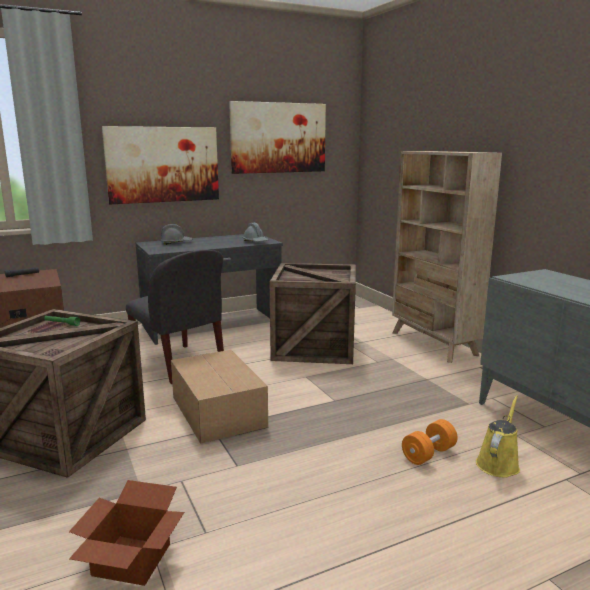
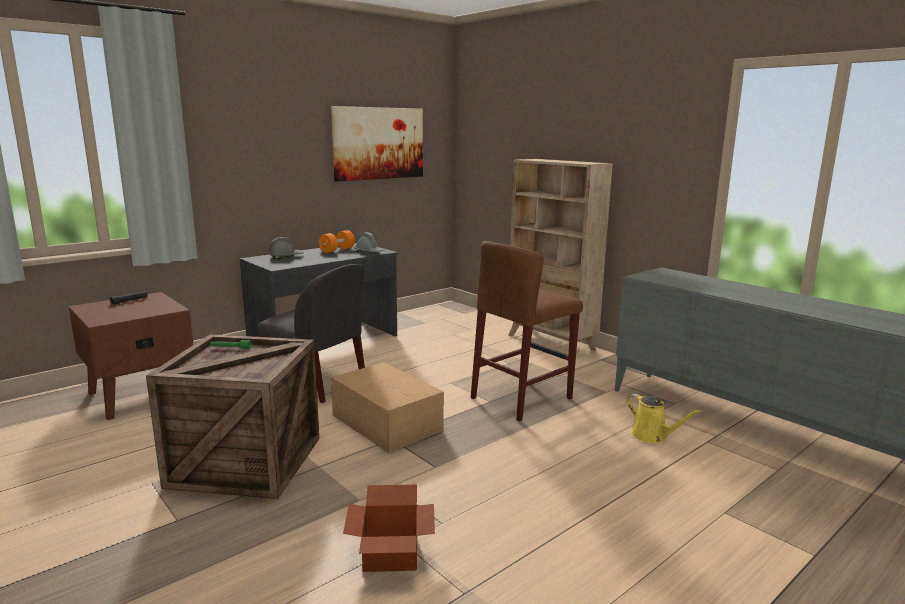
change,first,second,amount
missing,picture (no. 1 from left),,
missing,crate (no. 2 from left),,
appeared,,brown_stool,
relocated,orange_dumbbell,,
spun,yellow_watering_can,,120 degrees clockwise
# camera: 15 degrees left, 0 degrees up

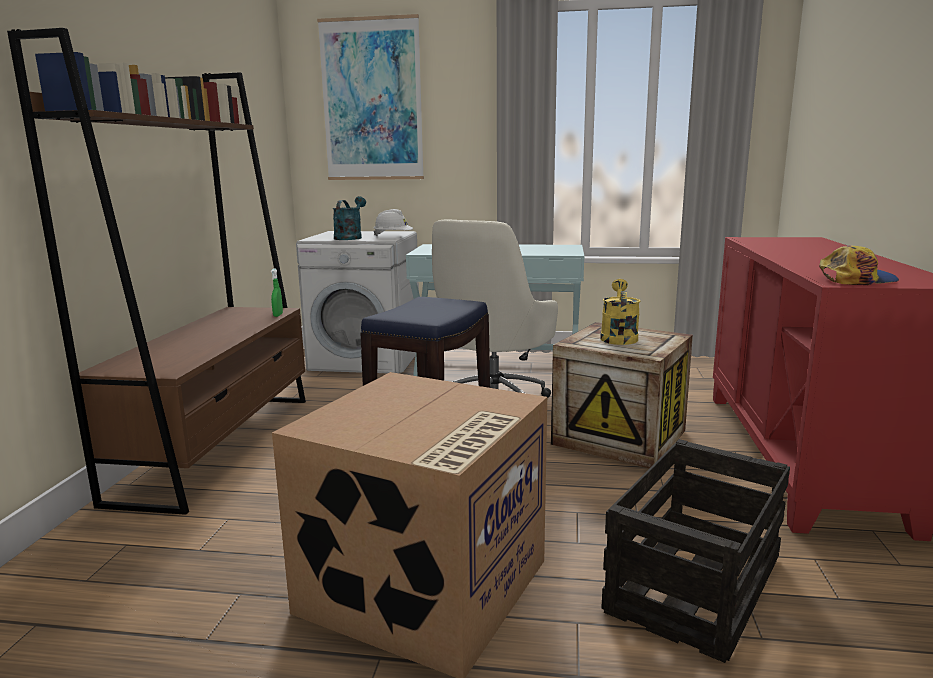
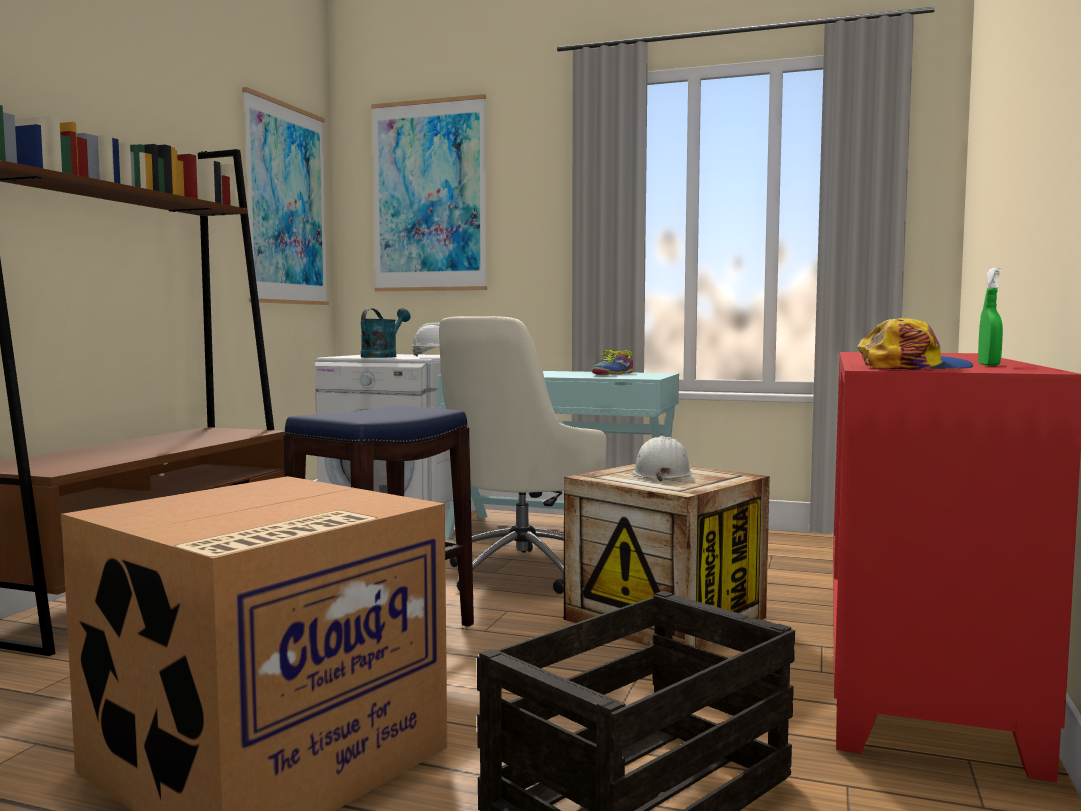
change,first,second,amount
appeared,,picture (no. 1 from left),
appeared,,shoe,
relocated,green_spray_bottle,,
exchanged,yellow_watering_can,white_hard_hat (no. 2 from left),
# camera: 10 degrees right, 10 degrees down

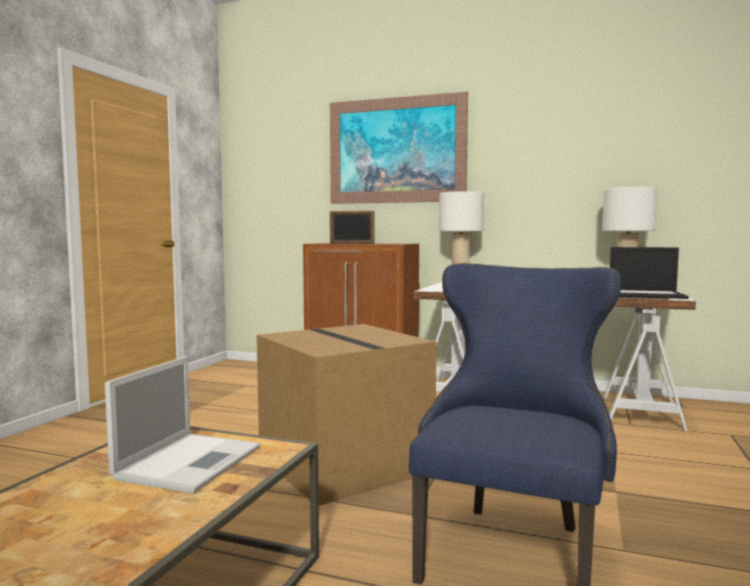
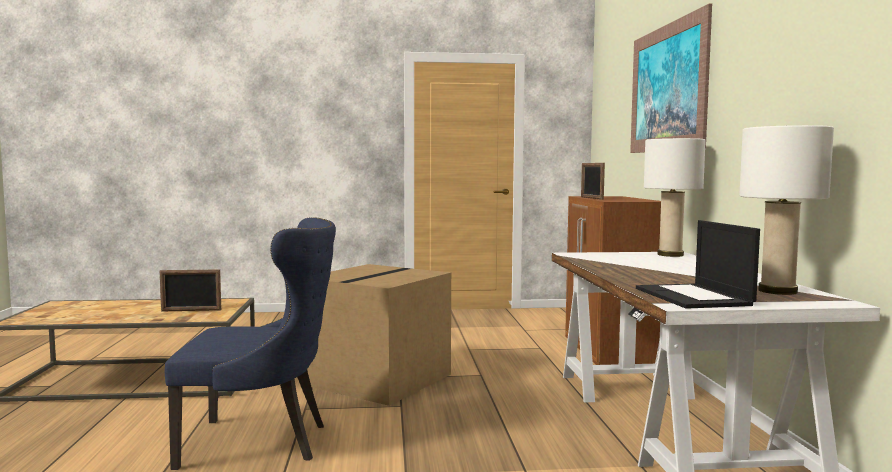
change,first,second,amount
exchanged,laptop (no. 1 from left),picture_frame (no. 1 from left),
# camera: 65 degrees right, 0 degrees up

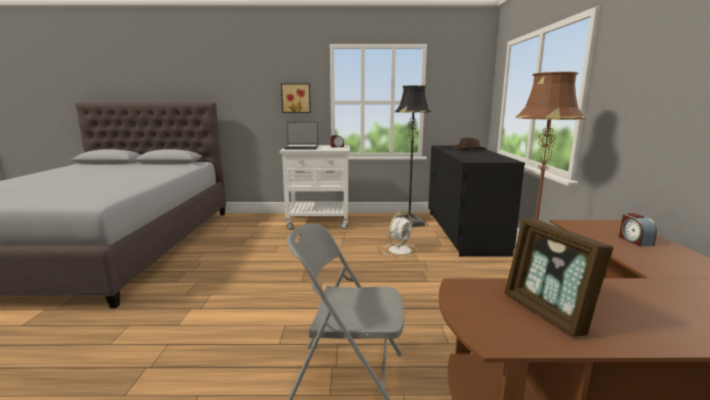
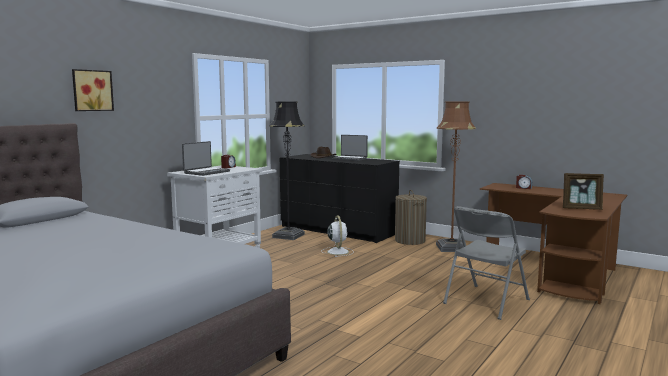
change,first,second,amount
appeared,,laptop (no. 2 from left),
appeared,,laundry_basket,
relocated,picture,,
# camera: 55 degrees left, 5 degrees down

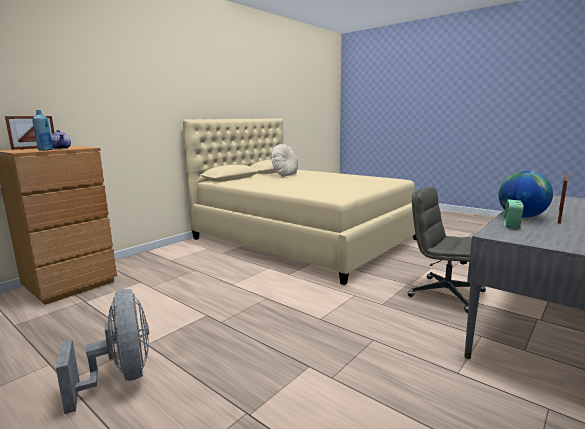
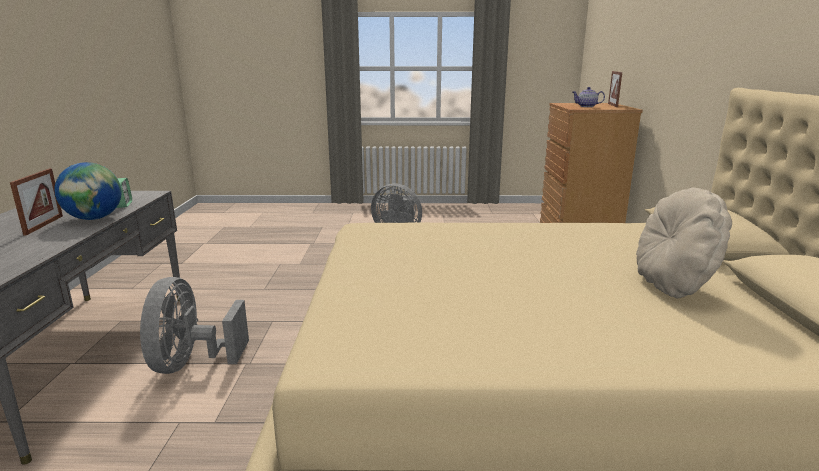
change,first,second,amount
missing,blue_bottle,,
exchanged,grey_office_chair,grey_fan (no. 1 from left),
# camera: 140 degrees right, 5 degrees up

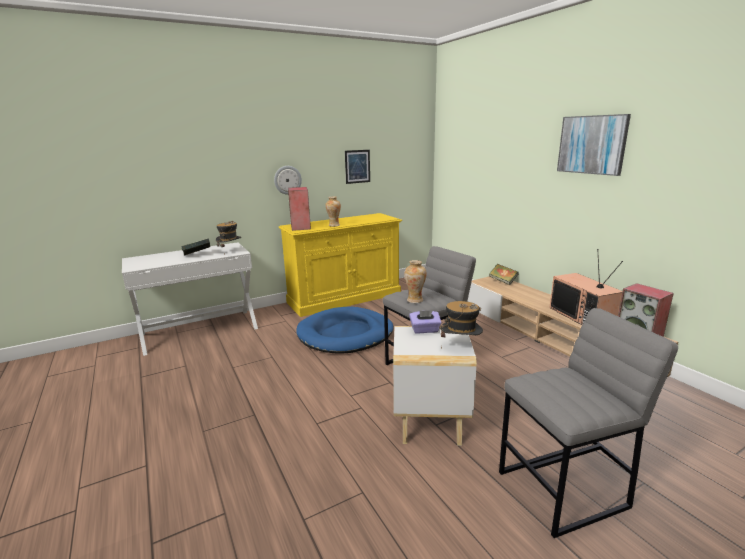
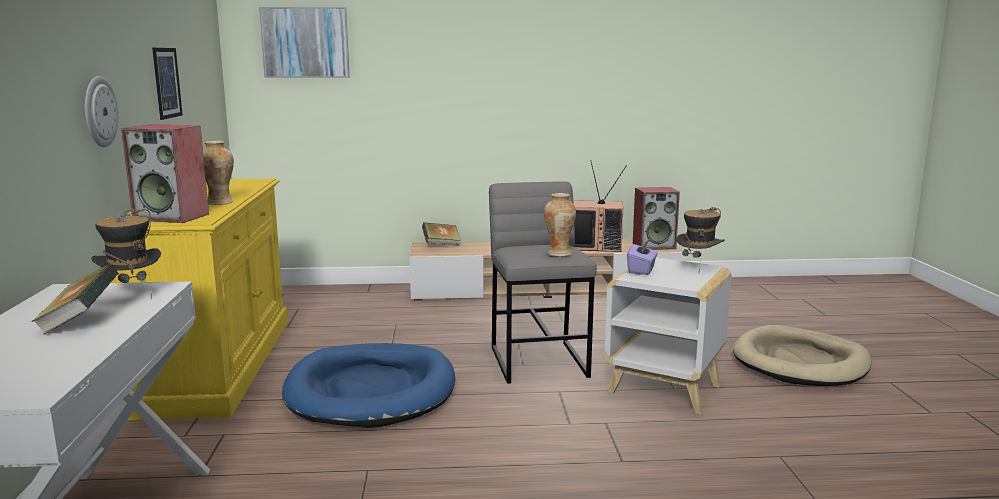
change,first,second,amount
relocated,picture (no. 2 from left),,
exchanged,grey_stool (no. 2 from left),beige_dog_bed,
# camera: 65 degrees left, 5 degrees down

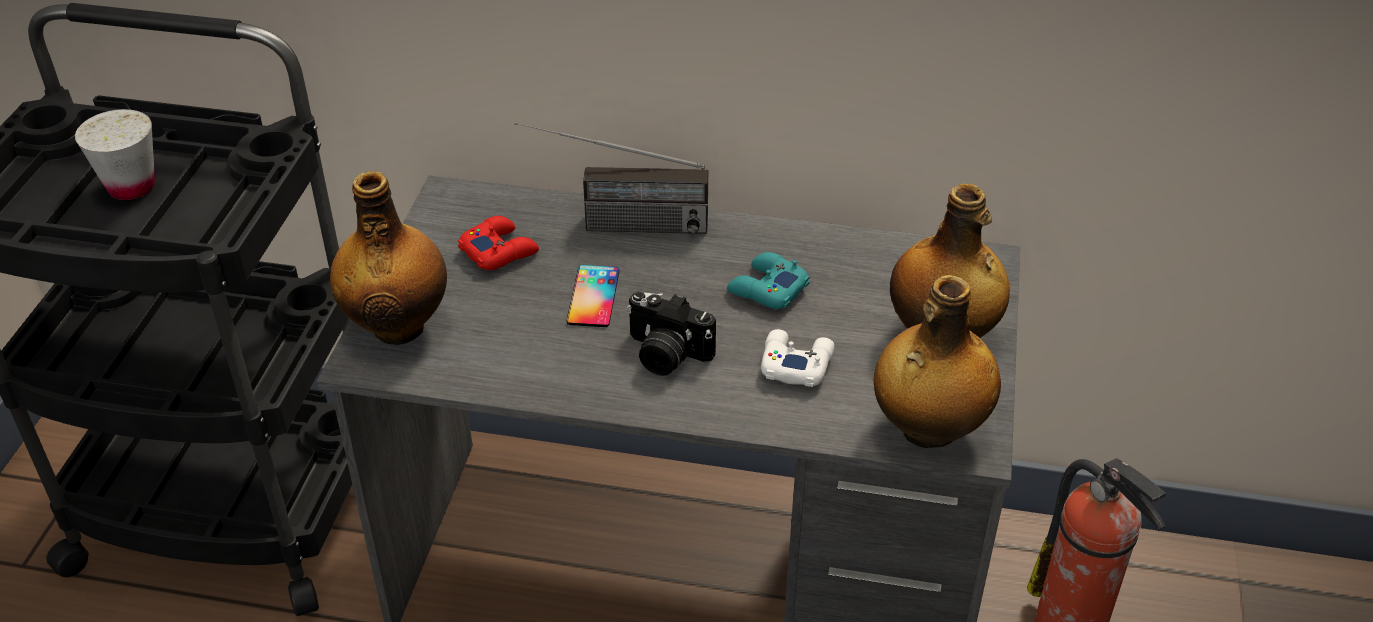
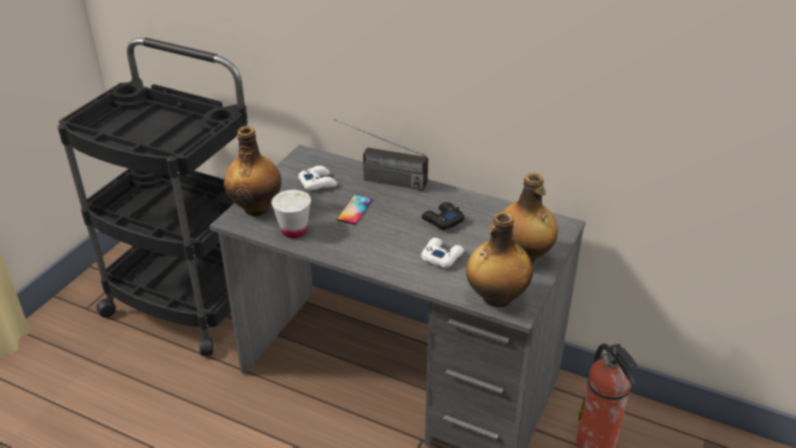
change,first,second,amount
missing,photo_camera,,
relocated,white_cup,,
colour,red_game_controller,white_game_controller (no. 1 from left),
colour,turquoise_game_controller,black_game_controller,
# camera: 15 degrees right, 5 degrees down

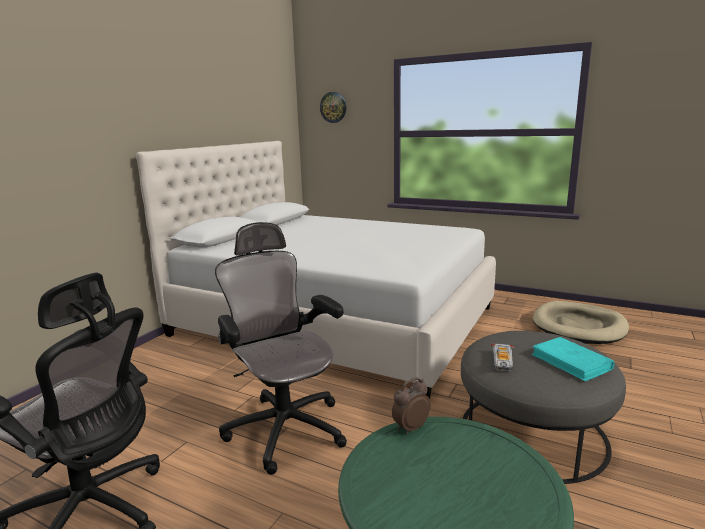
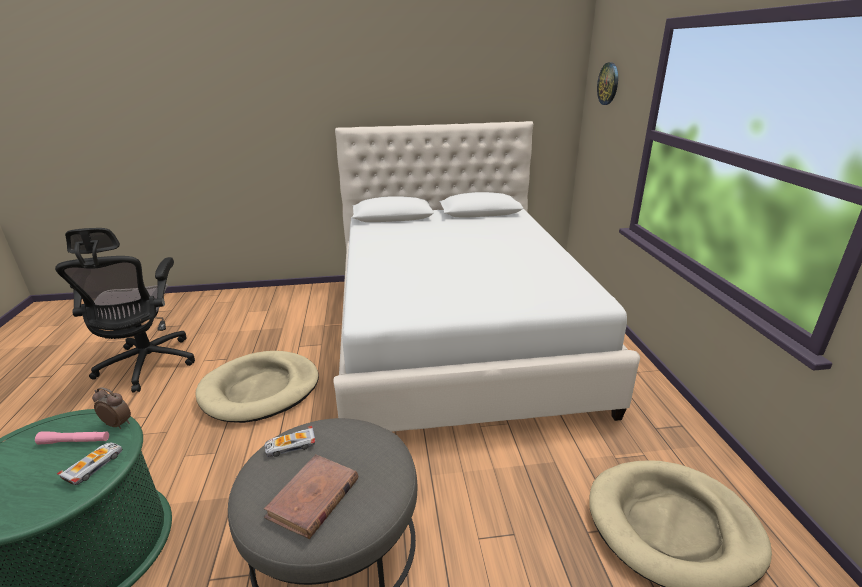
change,first,second,amount
appeared,,pink_flashlight,
appeared,,toy_car (no. 1 from left),
exchanged,office_chair (no. 2 from left),beige_dog_bed (no. 1 from left),
colour,turquoise_book,brown_book,
# camera: 55 degrees right, 10 degrees up

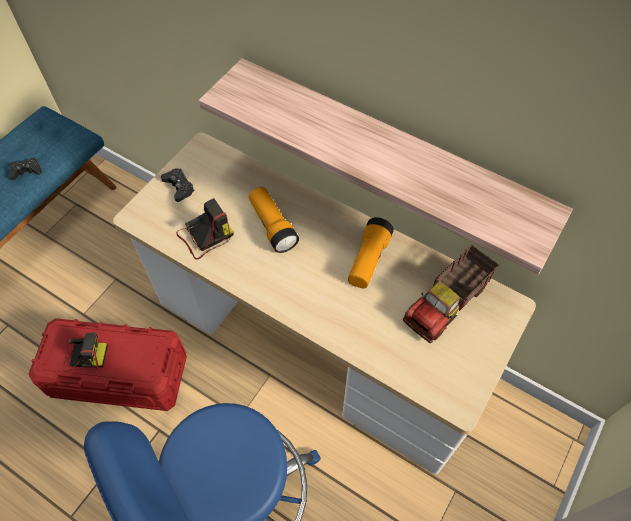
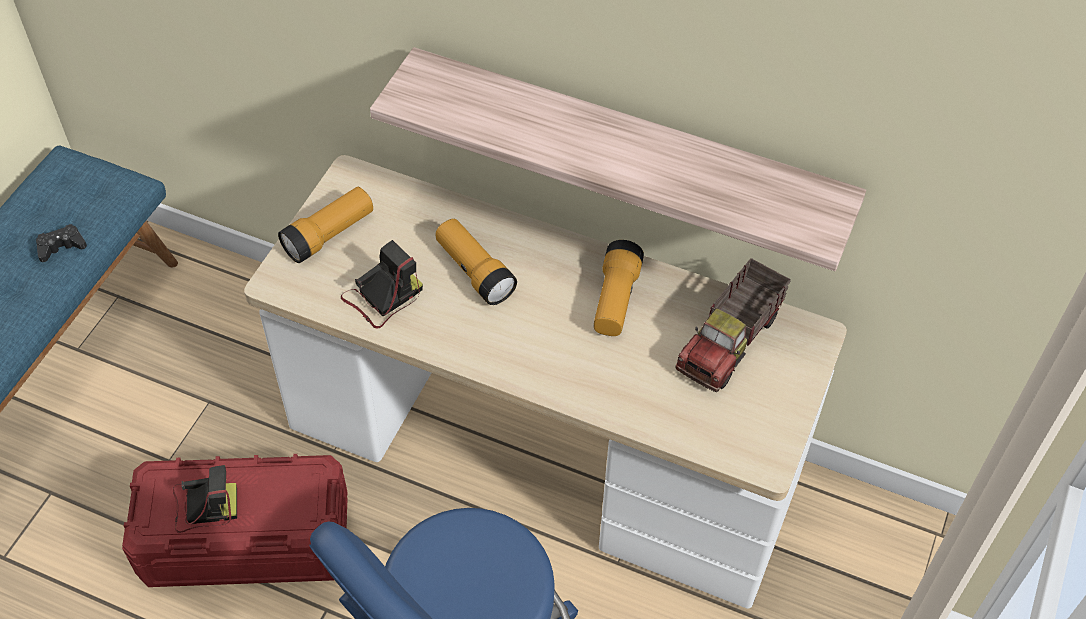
change,first,second,amount
exchanged,black_game_controller (no. 2 from left),flashlight (no. 1 from left),
# camera: 10 degrees left, 5 degrees down

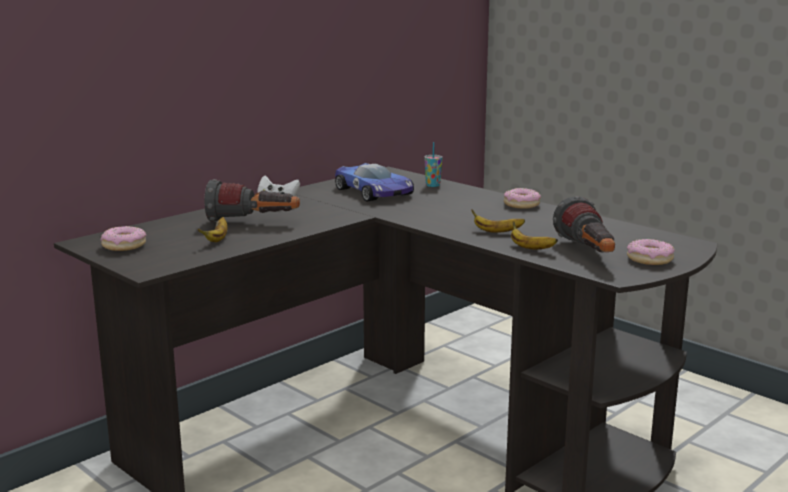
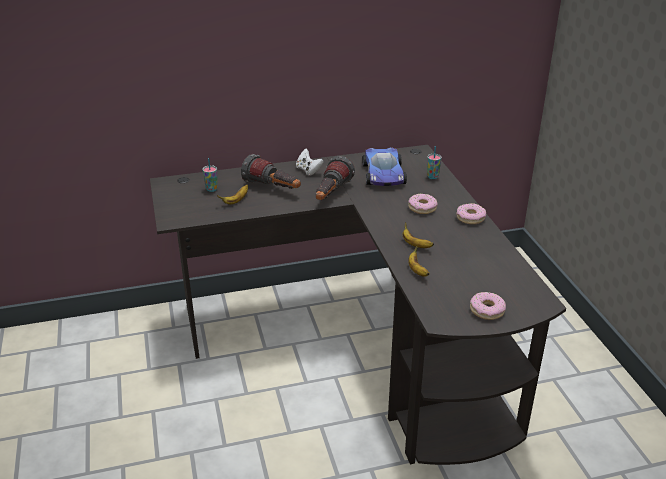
change,first,second,amount
appeared,,cup (no. 1 from left),
relocated,donut (no. 1 from left),,
relocated,flashlight (no. 2 from left),,
# camera: 30 degrees right, 15 degrees up

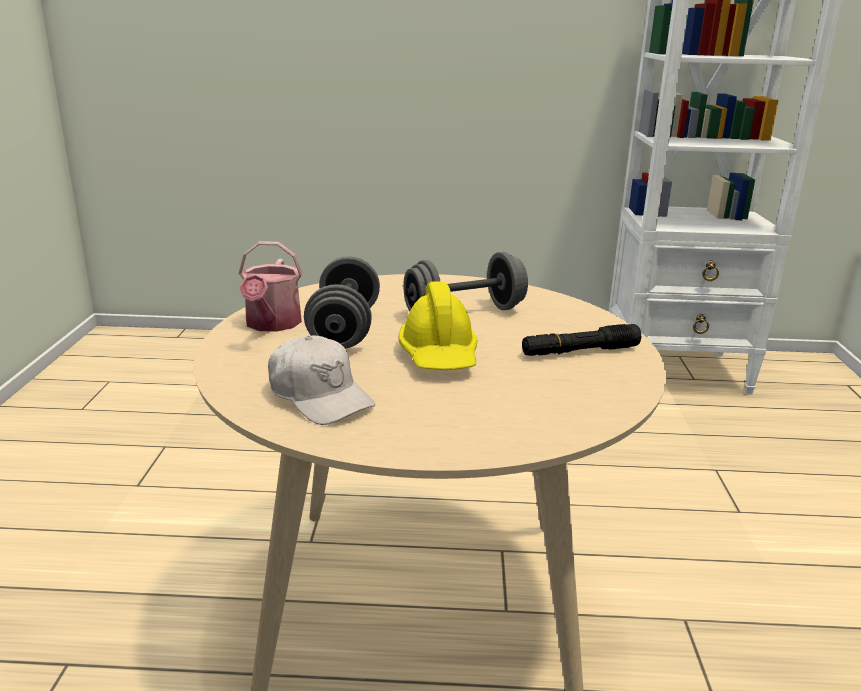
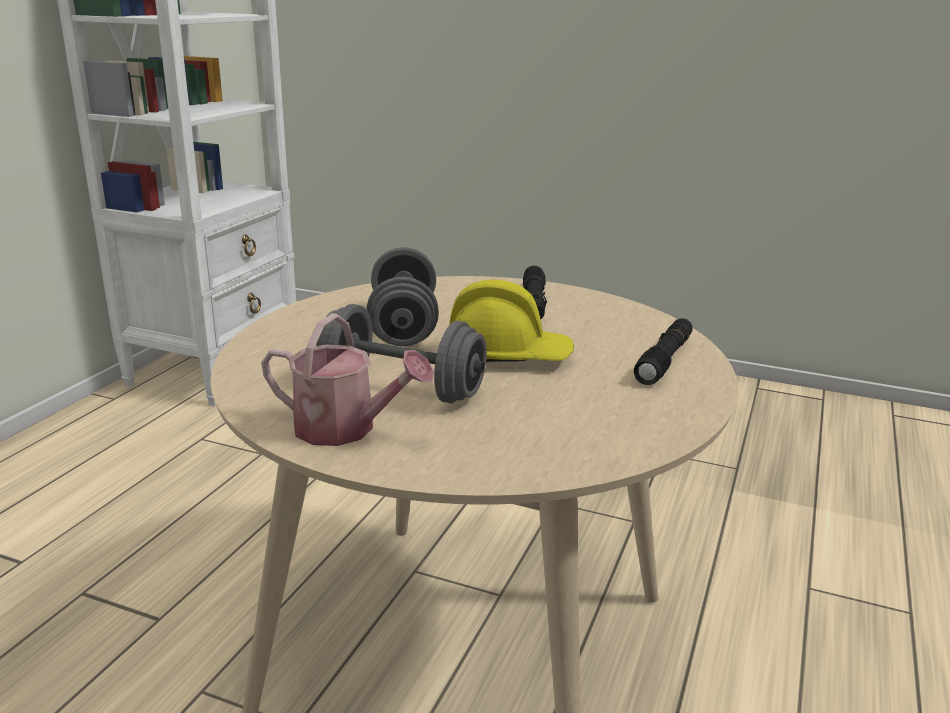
change,first,second,amount
missing,white_cap,,
appeared,,black_flashlight (no. 2 from left),
# camera: 70 degrees left, 0 degrees up

